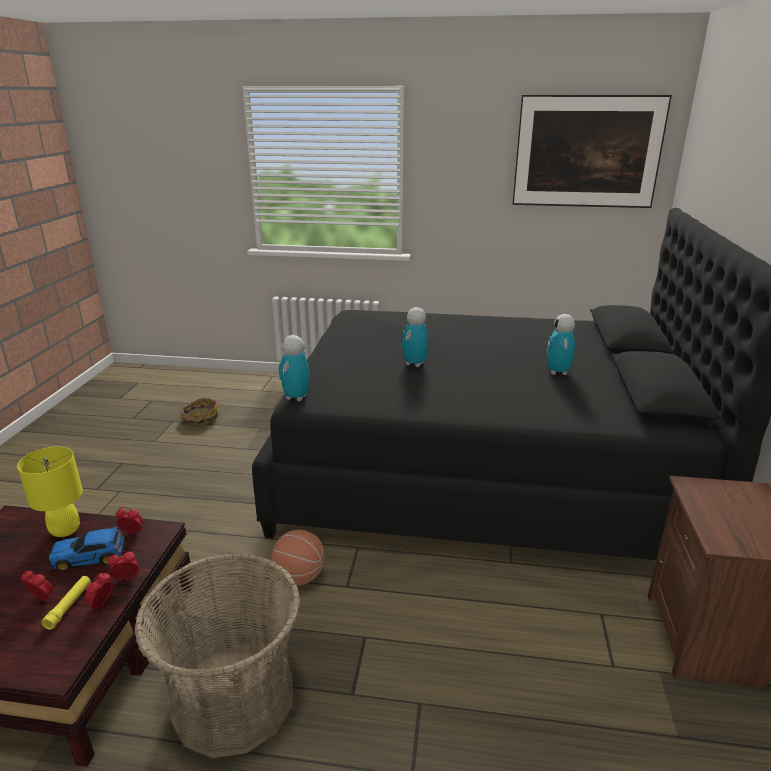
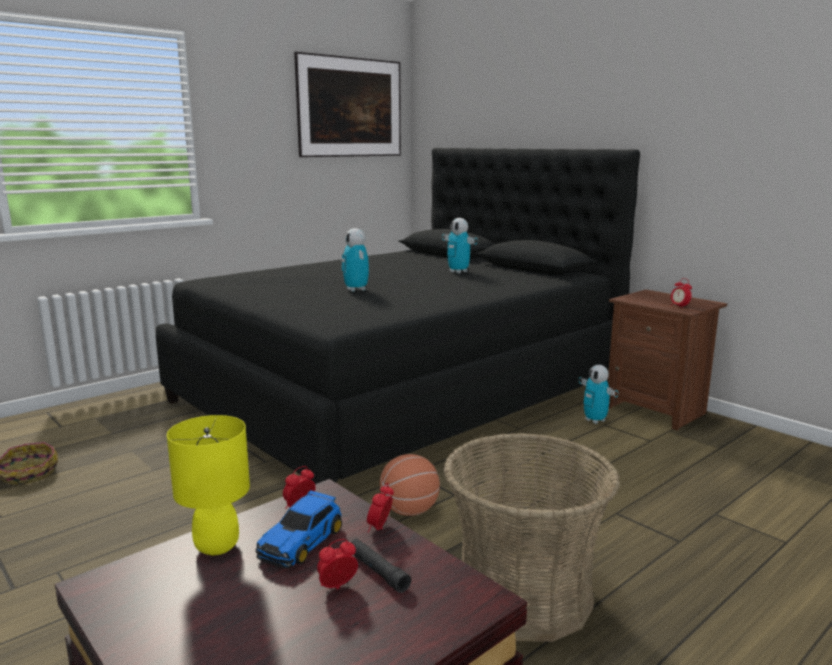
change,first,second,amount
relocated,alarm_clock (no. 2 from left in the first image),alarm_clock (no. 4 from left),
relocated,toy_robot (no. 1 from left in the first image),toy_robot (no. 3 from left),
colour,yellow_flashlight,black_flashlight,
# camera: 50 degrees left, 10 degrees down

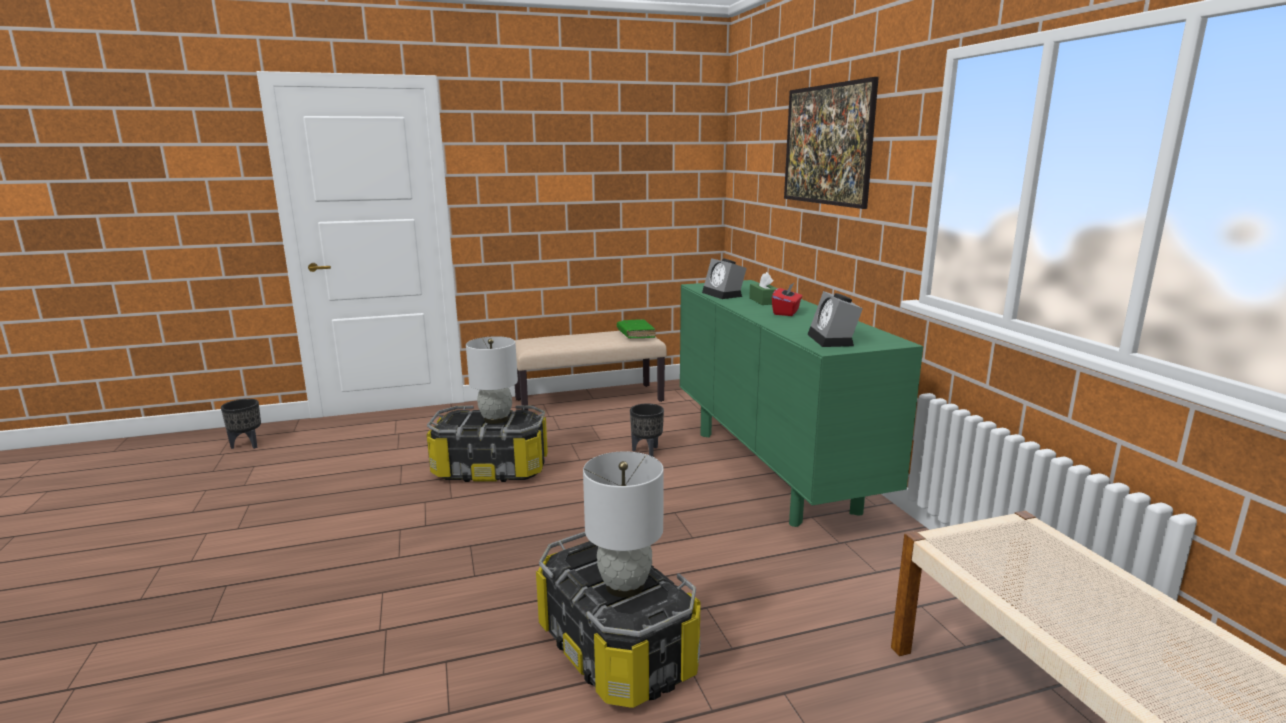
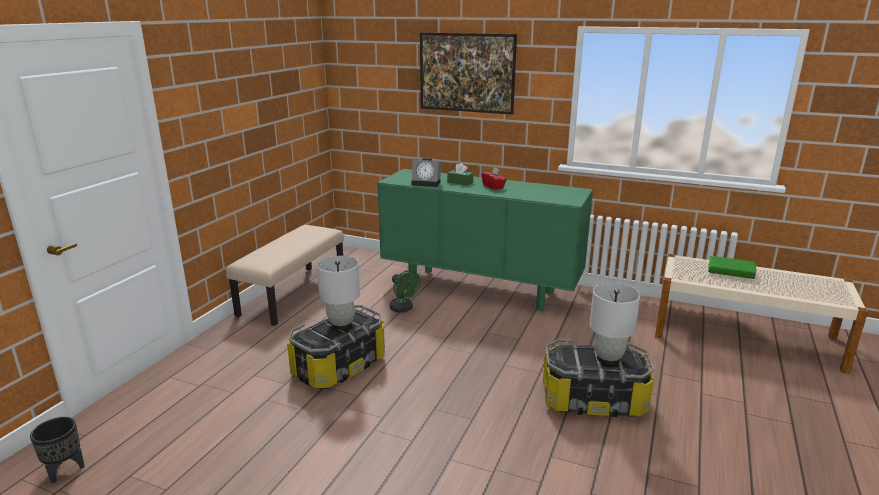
change,first,second,amount
missing,alarm_clock (no. 2 from left),,
relocated,green_book,,
exchanged,black_planter (no. 2 from left),green_fan,
# camera: 50 degrees left, 5 degrees up

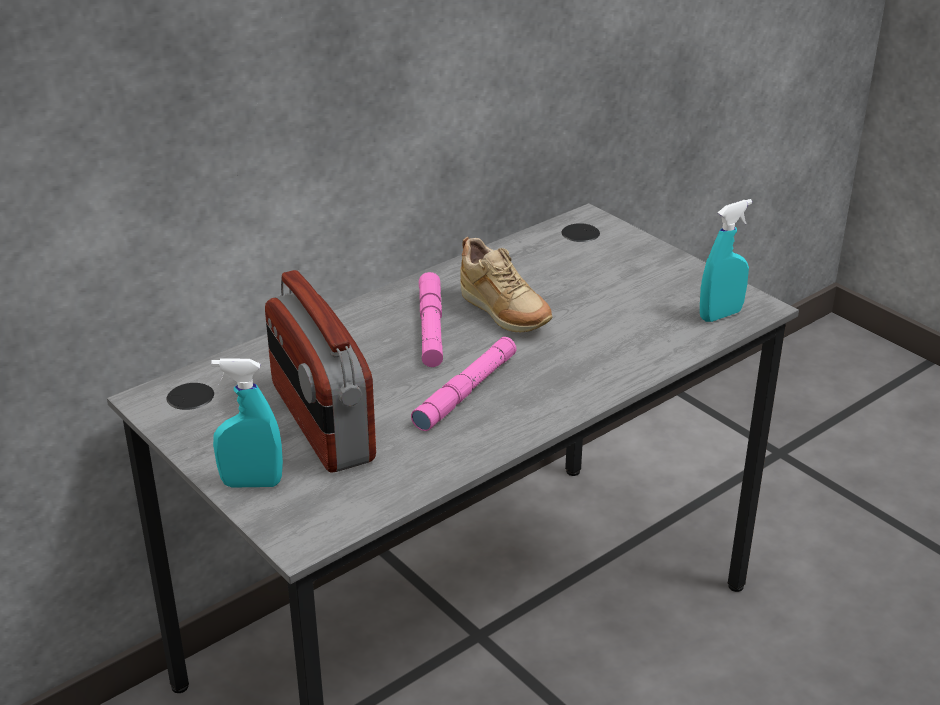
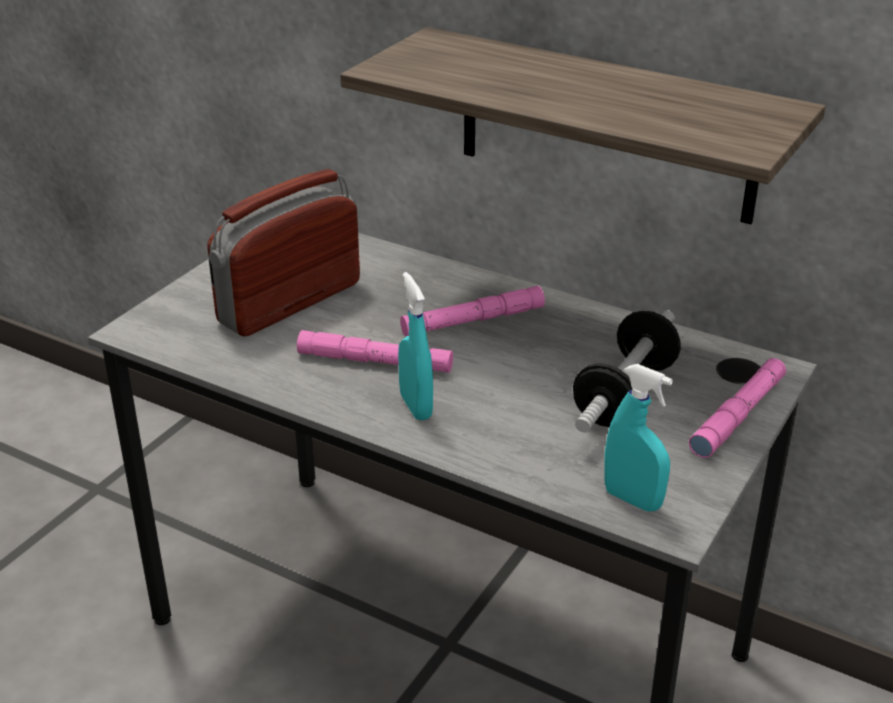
change,first,second,amount
missing,beige_shoe,,
appeared,,shelf,
appeared,,dumbbell,
appeared,,pink_flashlight (no. 3 from left),
relocated,turquoise_spray_bottle (no. 1 from left),,
# camera: 70 degrees right, 0 degrees up

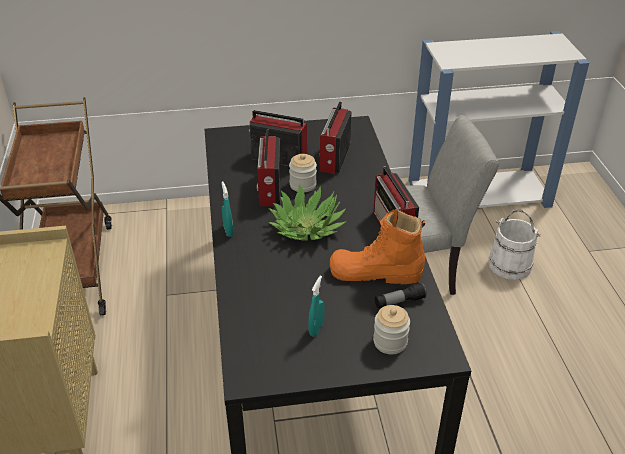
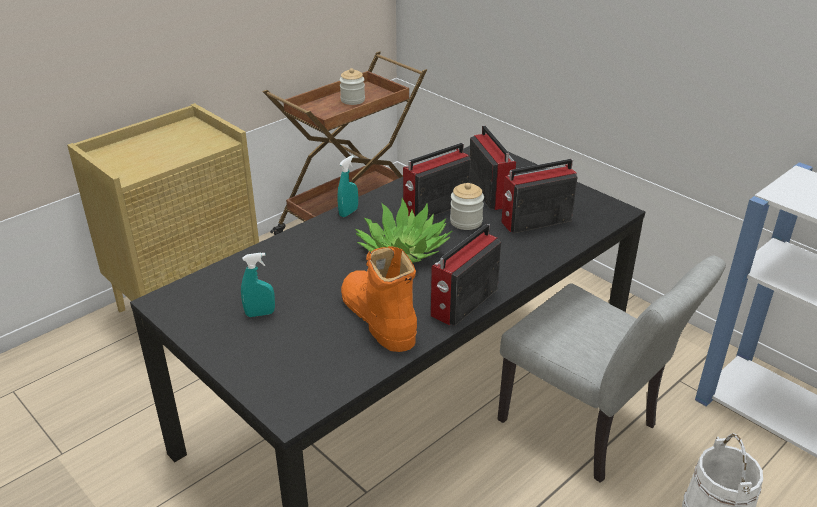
change,first,second,amount
missing,flashlight,,
relocated,jar (no. 2 from left in the first image),jar (no. 1 from left),
# camera: 55 degrees right, 5 degrees down

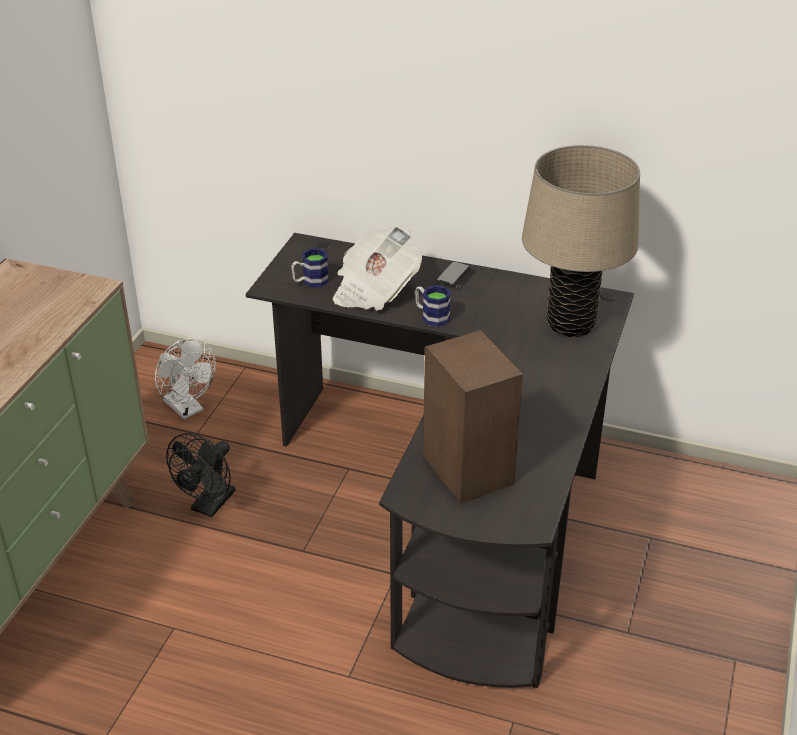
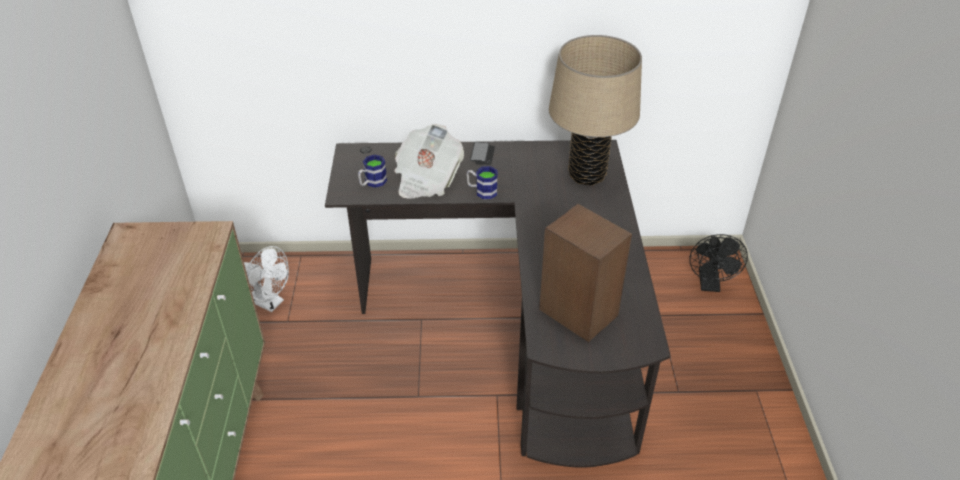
change,first,second,amount
relocated,black_fan,,
# camera: 20 degrees left, 5 degrees up

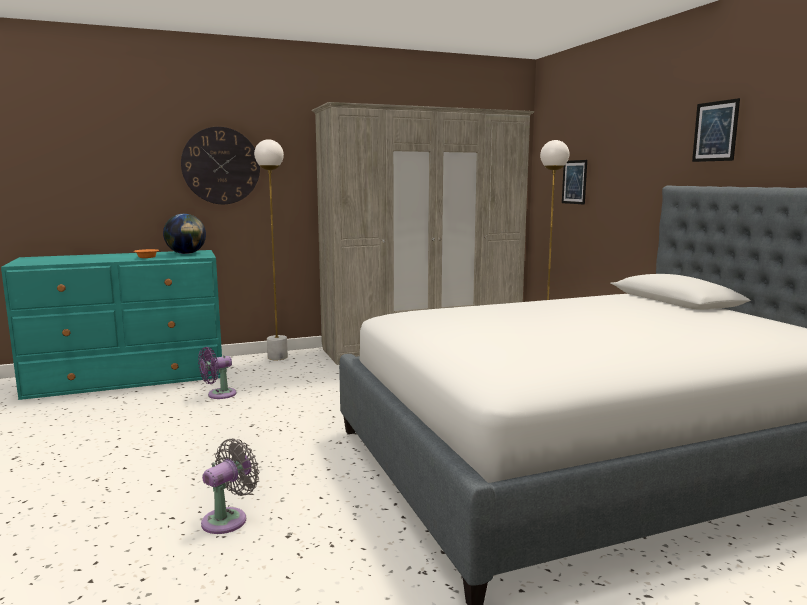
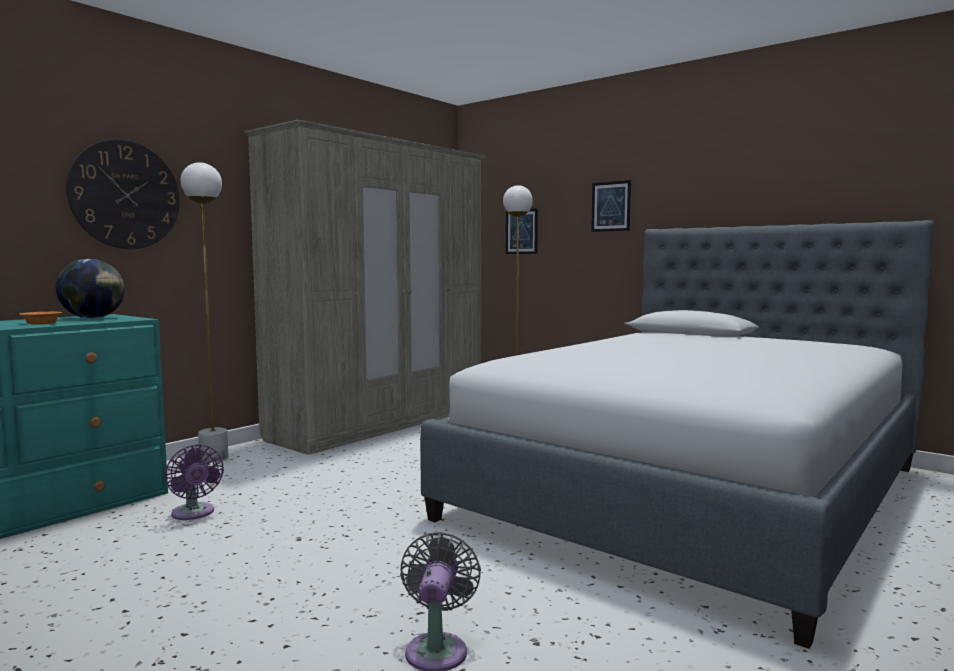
change,first,second,amount
relocated,picture (no. 2 from left),,
spun,purple_fan,,60 degrees counterclockwise
# camera: 30 degrees left, 5 degrees down

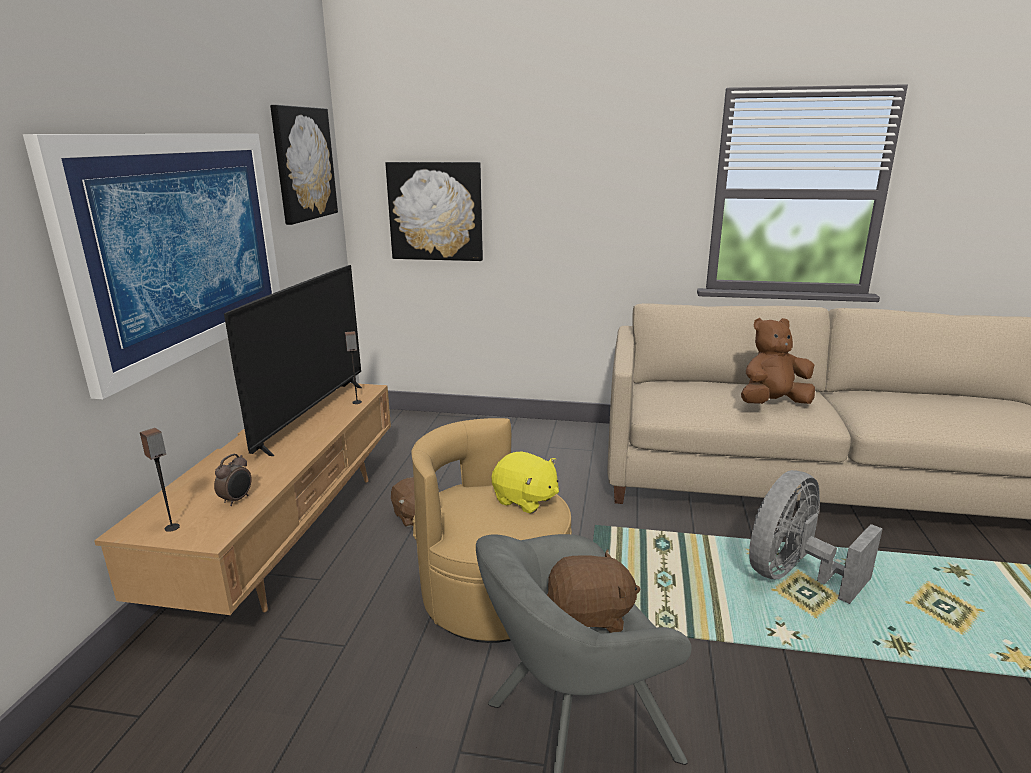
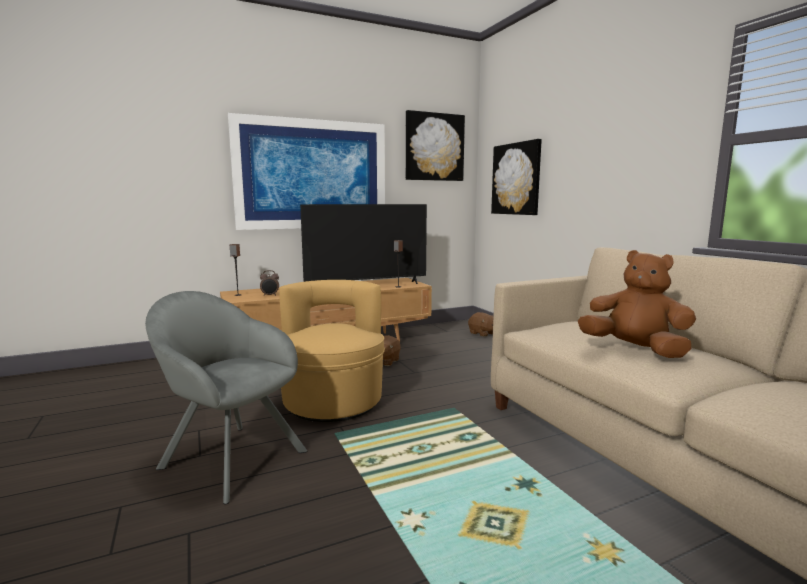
change,first,second,amount
missing,yellow_plush_toy,,
missing,grey_fan,,
relocated,brown_plush_toy (no. 2 from left),,
# camera: 55 degrees right, 10 degrees down

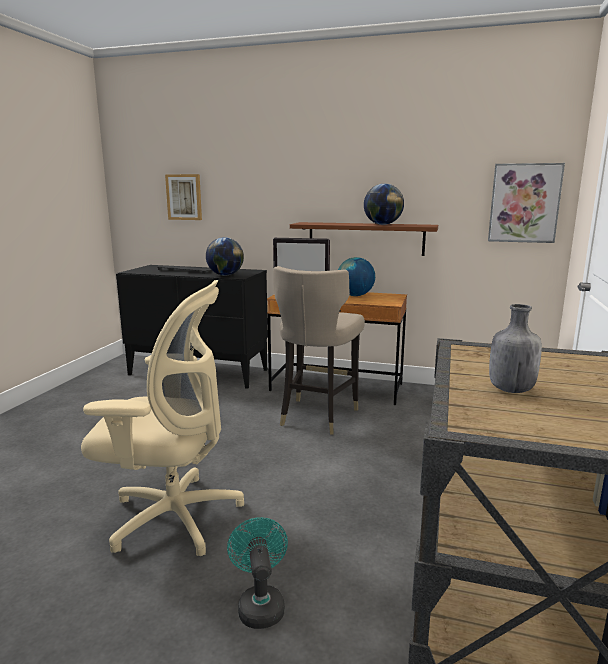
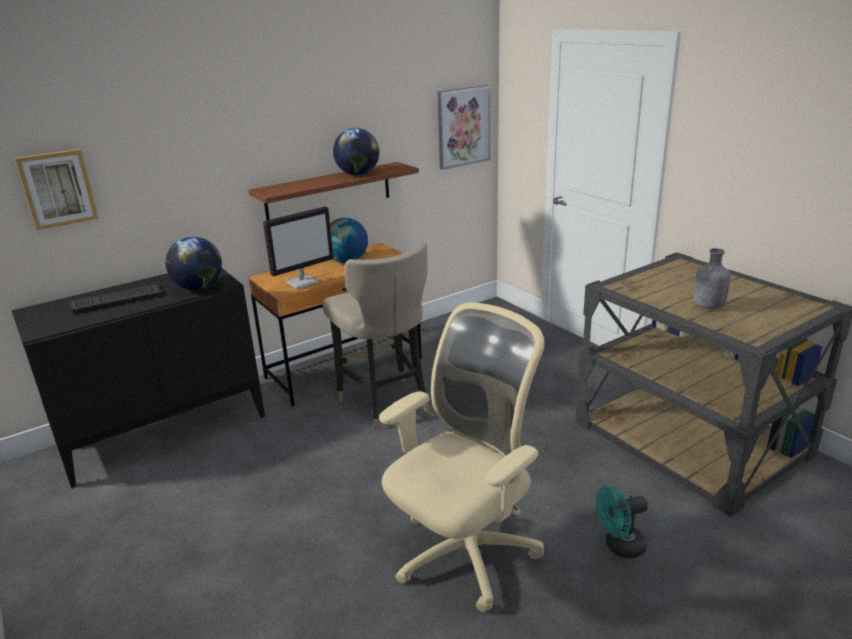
change,first,second,amount
spun,turquoise_fan,,45 degrees counterclockwise
# camera: 50 degrees left, 10 degrees up

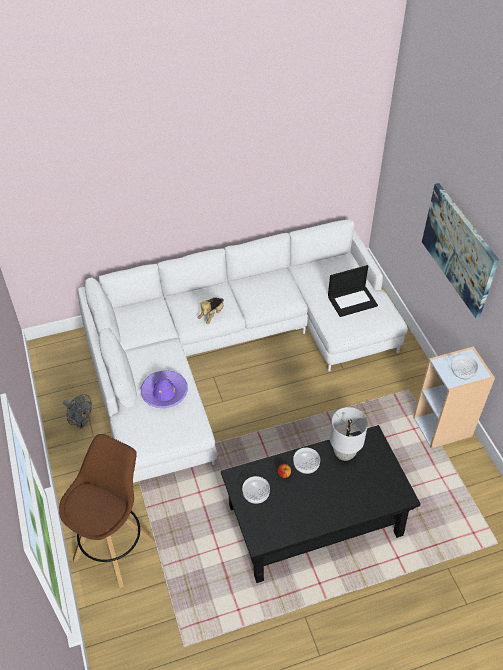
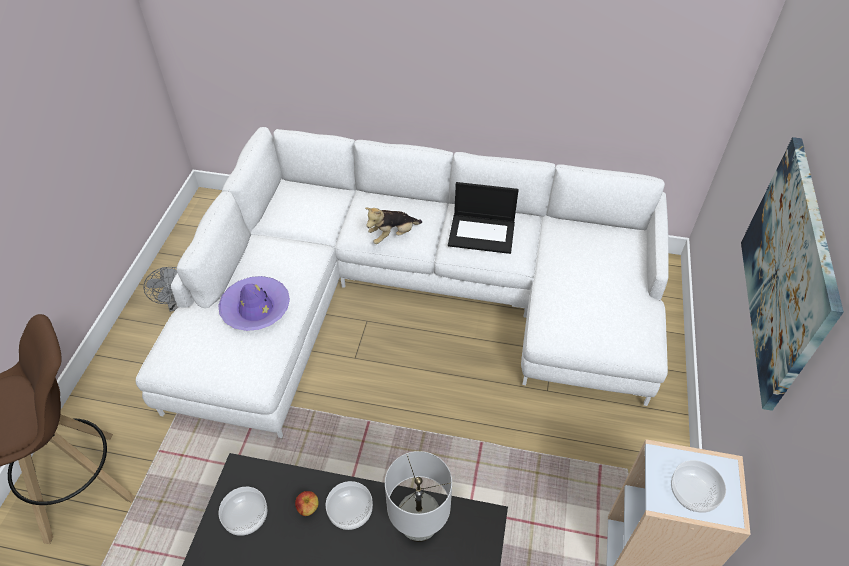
change,first,second,amount
relocated,laptop,,
# camera: 30 degrees right, 0 degrees up

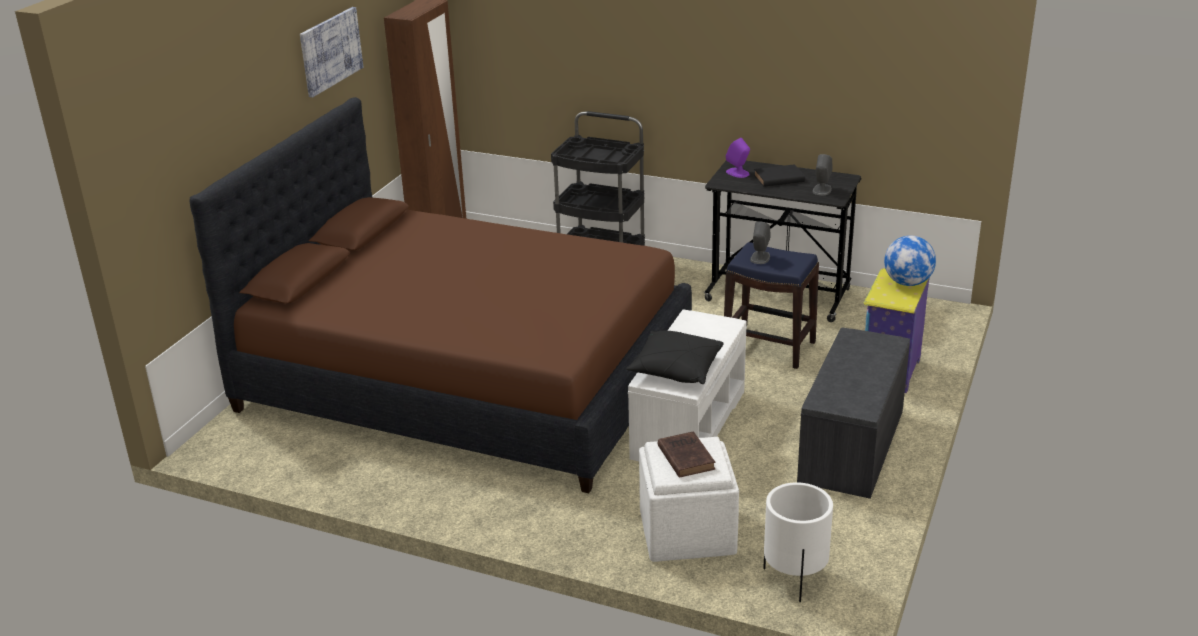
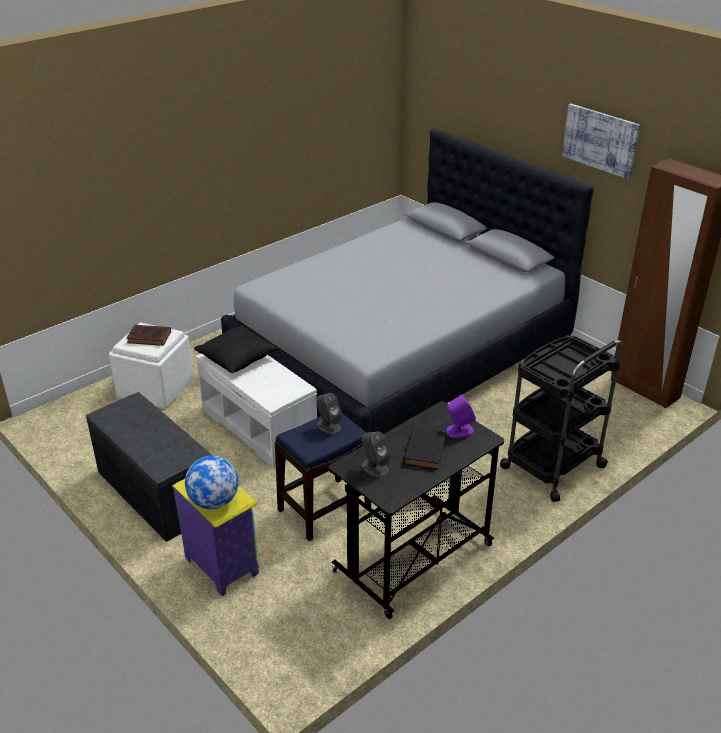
change,first,second,amount
missing,white_planter,,
colour,brown_bed,grey_bed,
# camera: 115 degrees right, 5 degrees up

